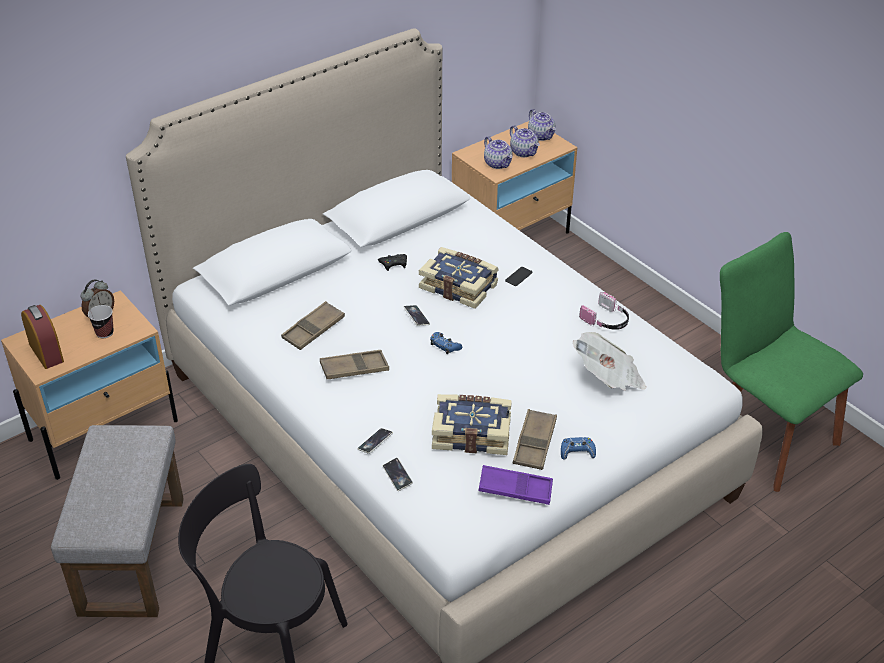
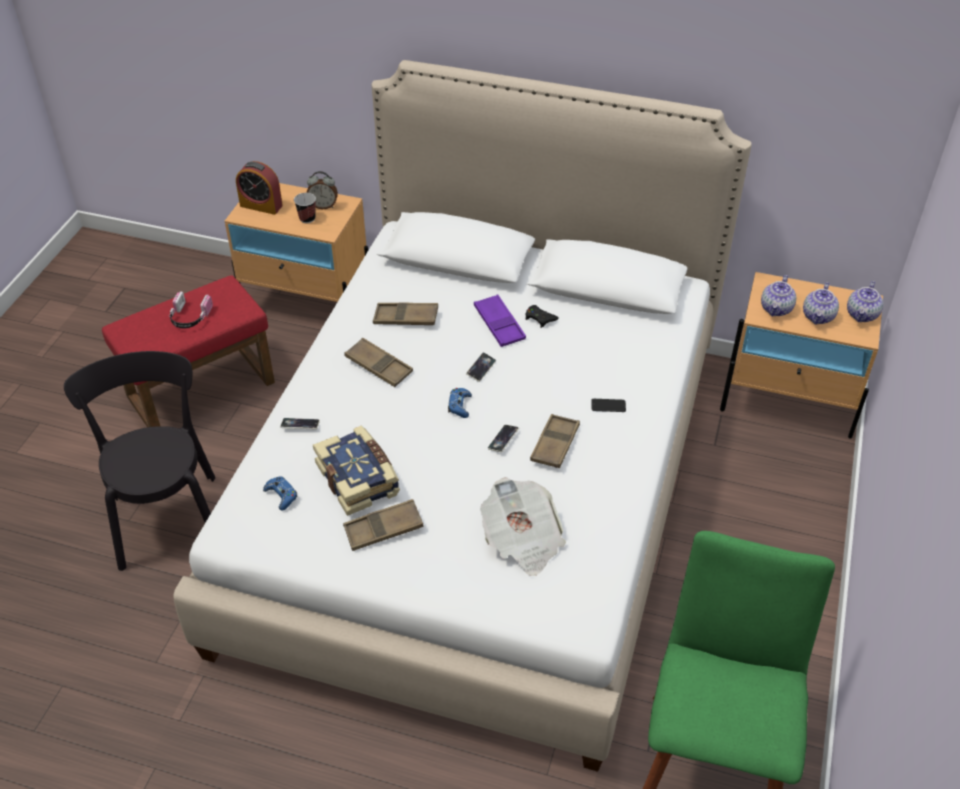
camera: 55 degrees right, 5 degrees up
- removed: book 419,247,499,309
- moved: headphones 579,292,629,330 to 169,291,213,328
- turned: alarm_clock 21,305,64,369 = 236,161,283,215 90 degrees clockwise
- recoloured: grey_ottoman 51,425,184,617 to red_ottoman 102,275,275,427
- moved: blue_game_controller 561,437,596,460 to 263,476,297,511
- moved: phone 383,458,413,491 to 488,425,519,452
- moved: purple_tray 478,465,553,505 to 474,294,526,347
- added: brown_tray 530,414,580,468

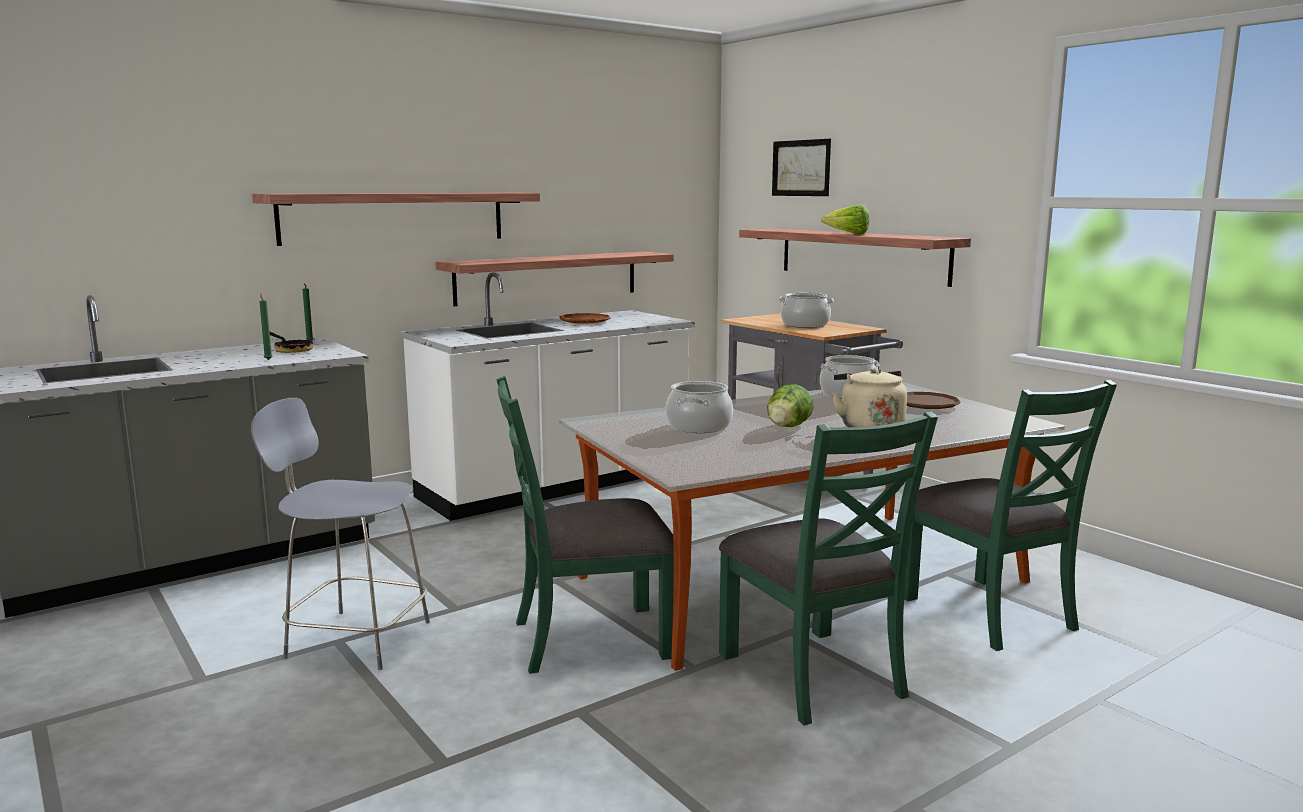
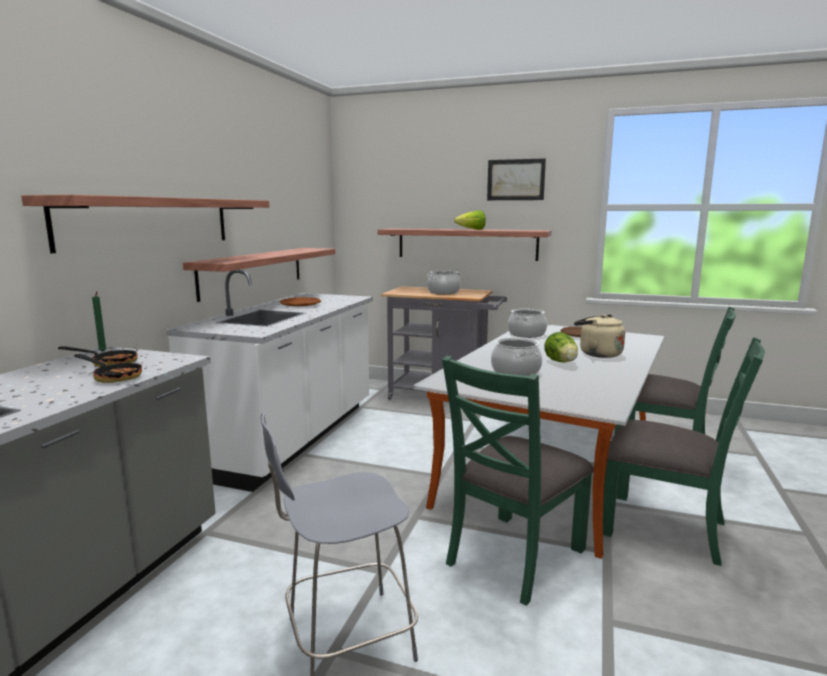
camera: 35 degrees left, 0 degrees up
- moved: picture 772,139,831,196 to 487,158,546,200
- replaced: green_candle 259,293,272,360 to frying_pan 74,354,143,383

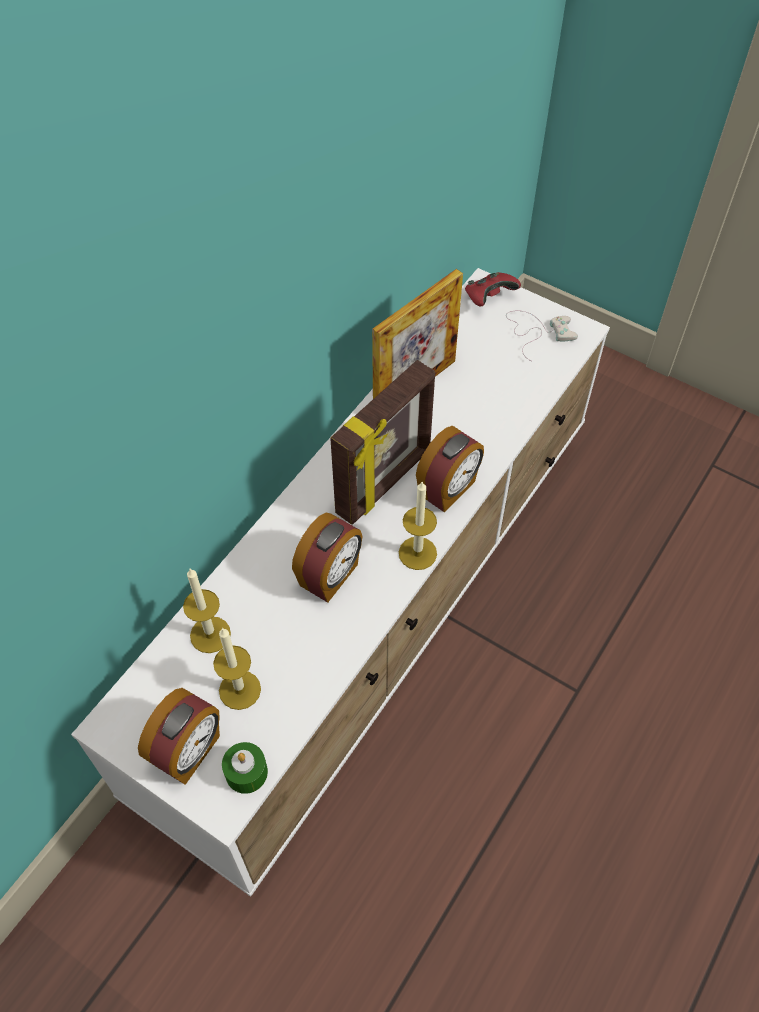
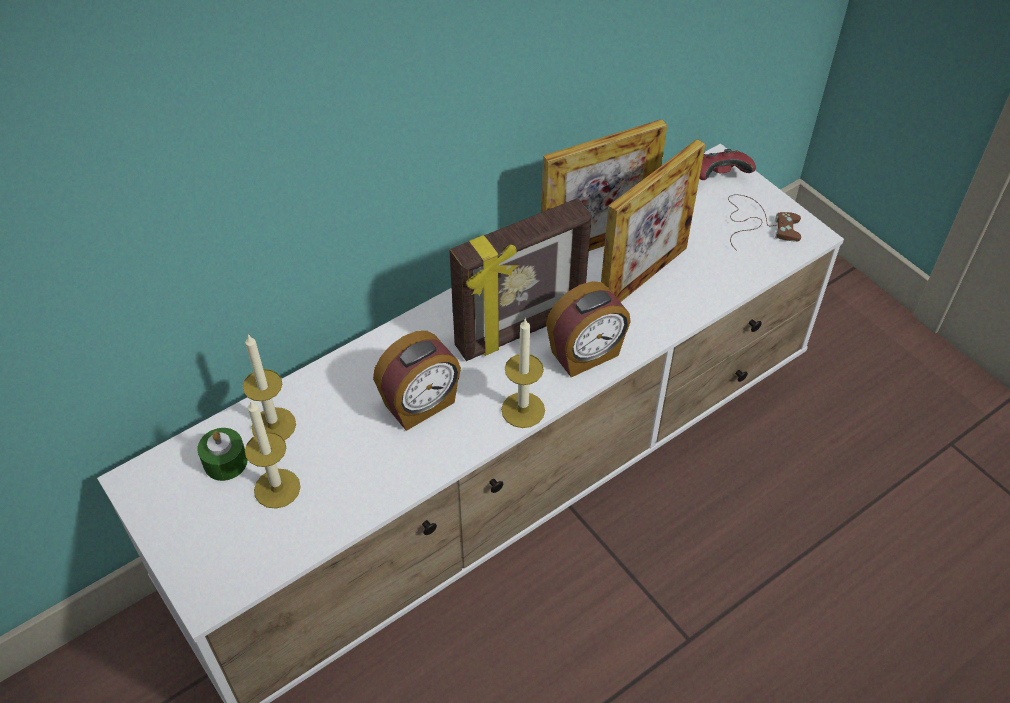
camera: 20 degrees right, 5 degrees down
- recoloured: white_game_controller 506,310,578,361 to brown_game_controller 728,195,801,251
- removed: alarm_clock 138,688,220,785
- moved: green_candle 222,742,268,794 to 197,428,248,481
- added: picture_frame 601,139,706,302

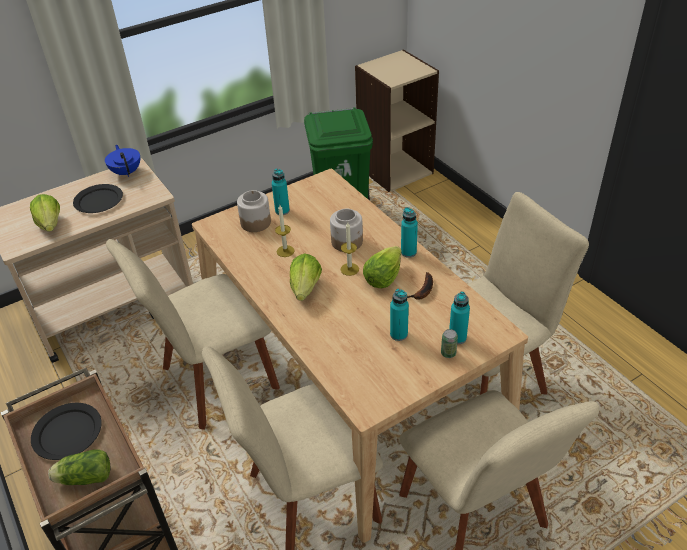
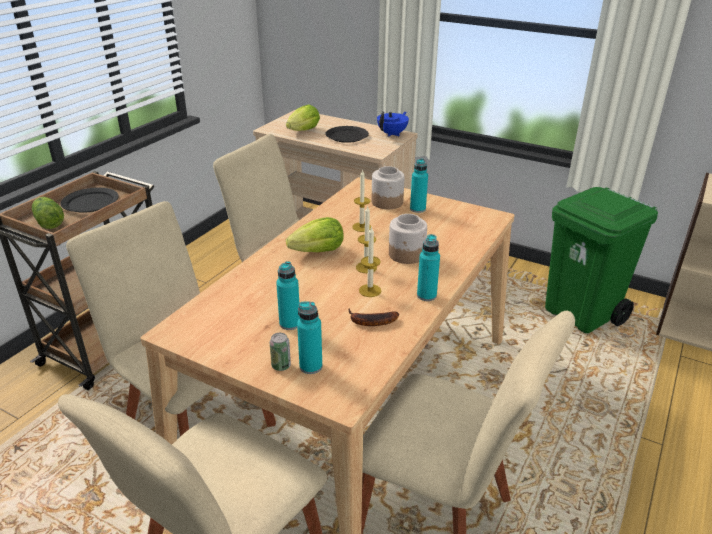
camera: 60 degrees right, 10 degrees down
- replaced: lettuce 363,246,402,288 to candle 359,226,381,297

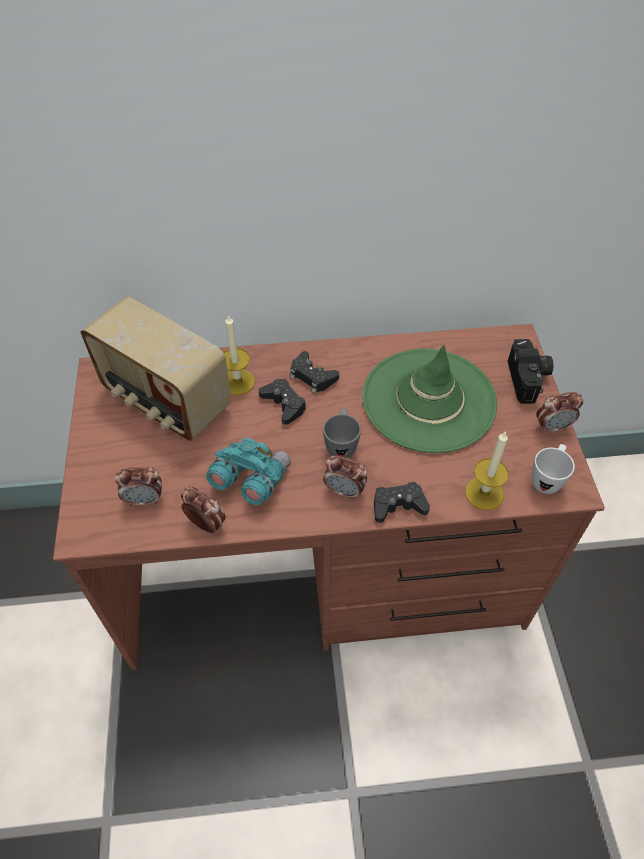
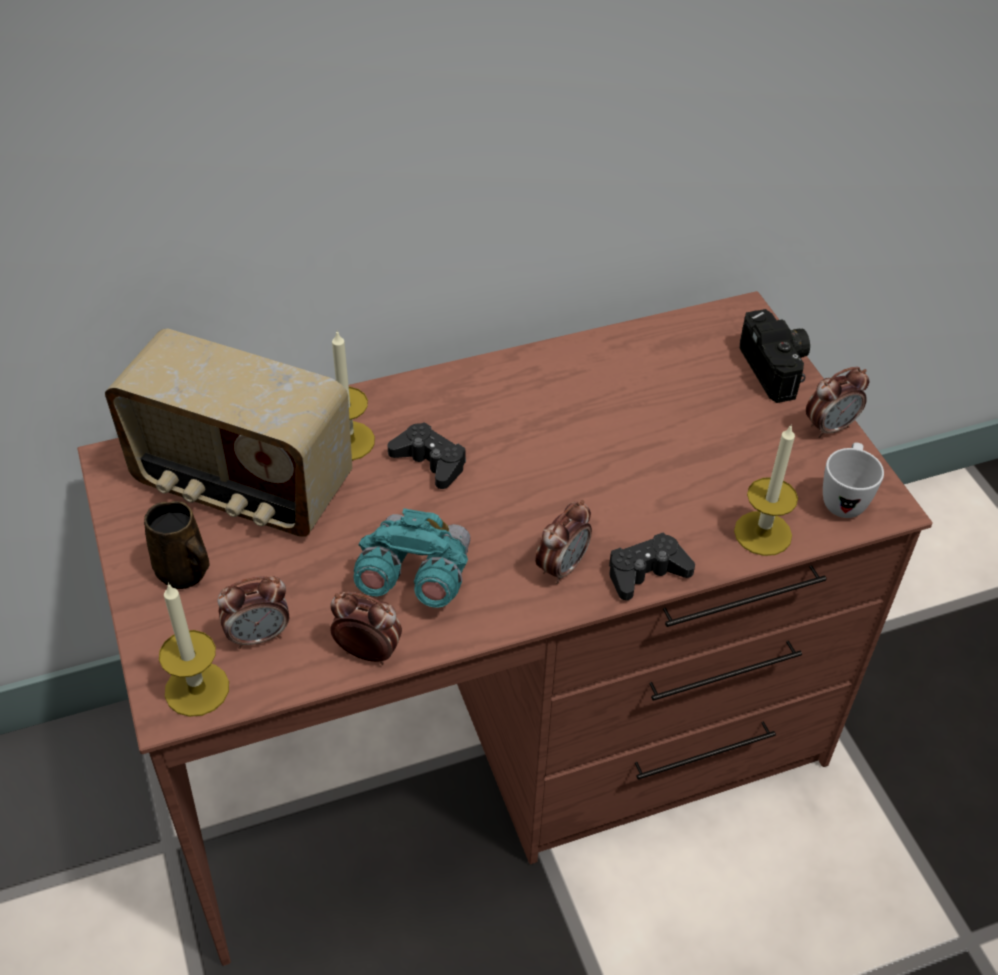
camera: 15 degrees left, 5 degrees down
- removed: green_hat 362,345,497,453
- removed: black_game_controller 291,351,339,394
- removed: grey_mug 323,408,361,458
- turned: alarm_clock 323,455,367,500 = 535,500,592,584 60 degrees counterclockwise
- added: brown_mug 144,501,210,589
- added: candle 159,582,229,717

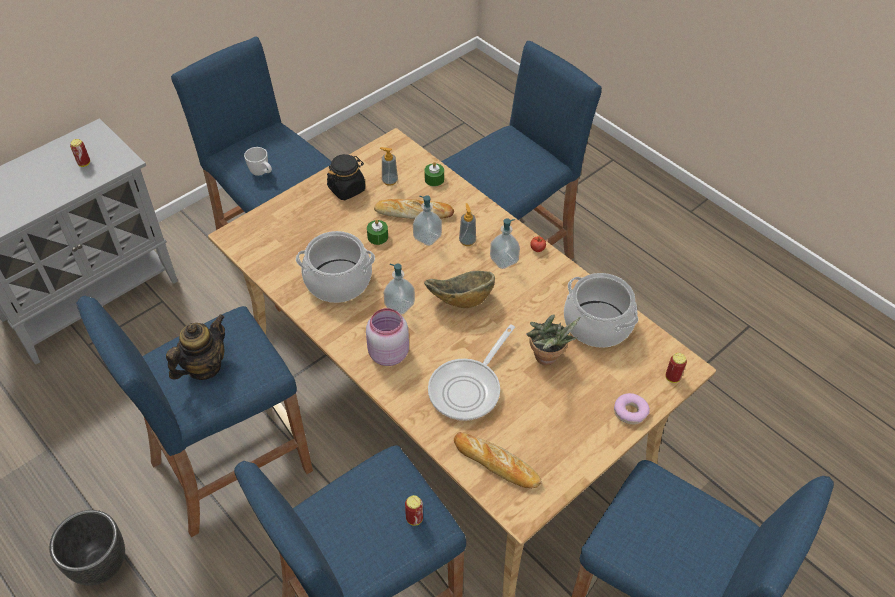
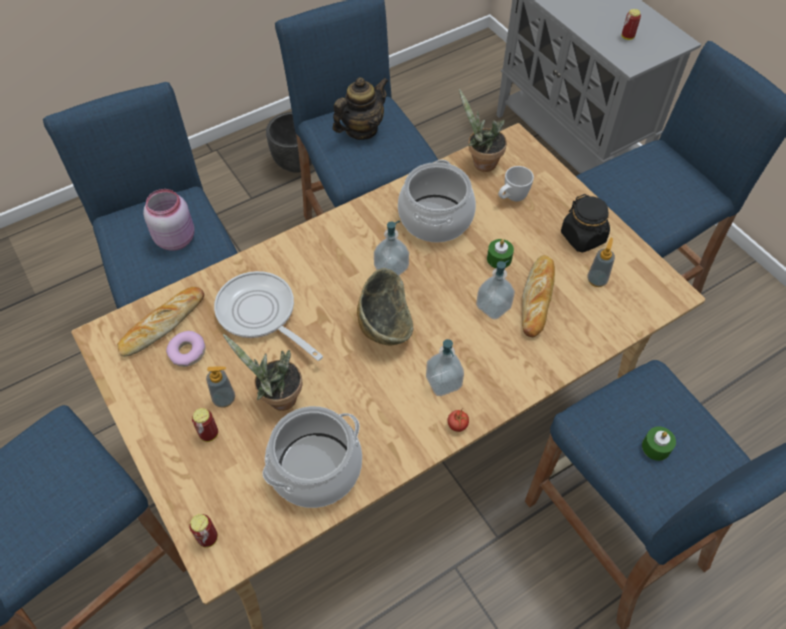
camera: 100 degrees right, 5 degrees up
- moved: white_mug 244,147,272,176 to 498,166,534,201
- moved: green_candle 424,162,444,186 to 642,427,676,461
- moved: soap_dispenser 459,203,476,246 to 206,366,235,408
- moved: pink_jar 366,308,409,366 to 143,189,194,251
- turned: teapot 166,314,225,380 = 333,77,388,140 90 degrees counterclockwise
- moved: donut 614,393,650,424 to 166,331,206,367
- moved: can 405,495,423,526 to 192,408,218,442
- added: potted_plant 459,89,507,172

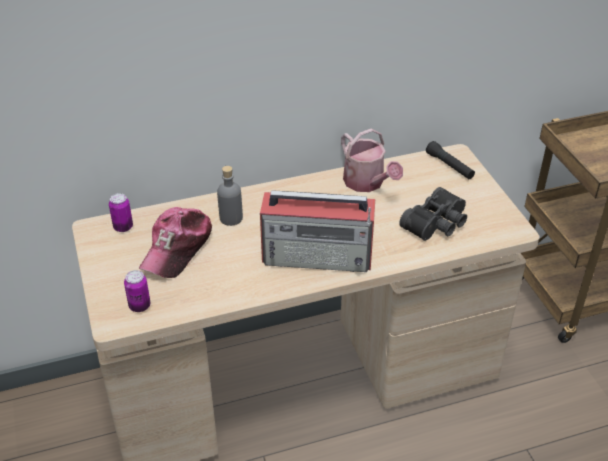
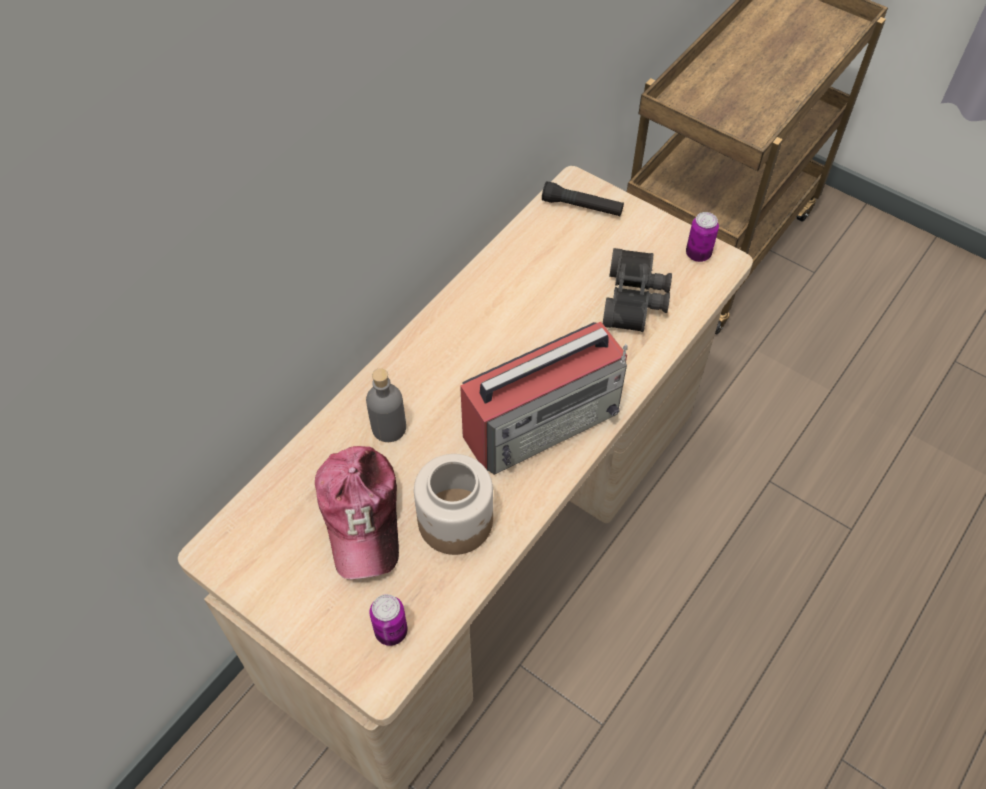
camera: 35 degrees left, 15 degrees up
- removed: watering_can 341,129,403,192
- moved: can 109,193,133,232 to 686,212,719,262
- added: jar 414,454,493,555

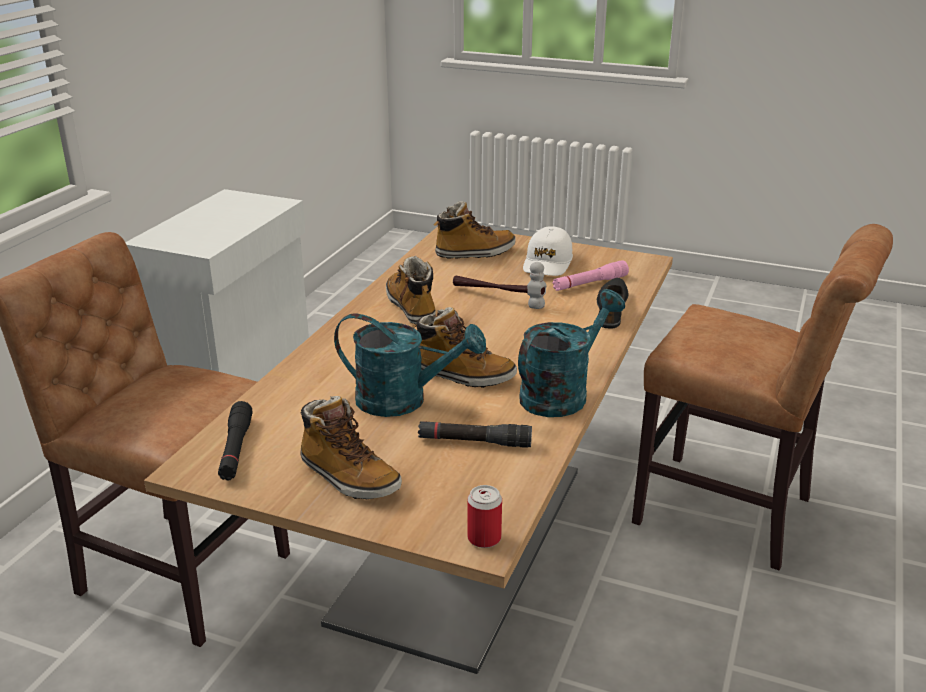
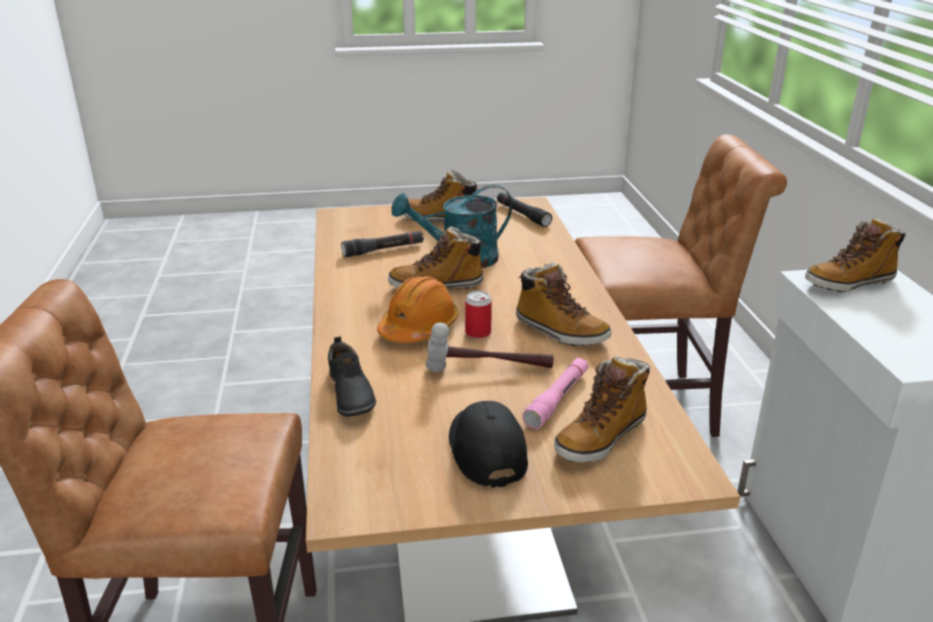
camera: 150 degrees right, 0 degrees up
- recoloured: white_cap 523,226,573,276 to black_cap 449,401,528,488
- moved: pink_flashlight 552,261,629,291 to 522,358,588,429
- removed: turquoise_watering_can 518,289,625,417
- moved: can 467,485,502,548 to 465,291,492,339
- added: boot 805,217,906,292
- added: orange_hard_hat 377,276,458,343

